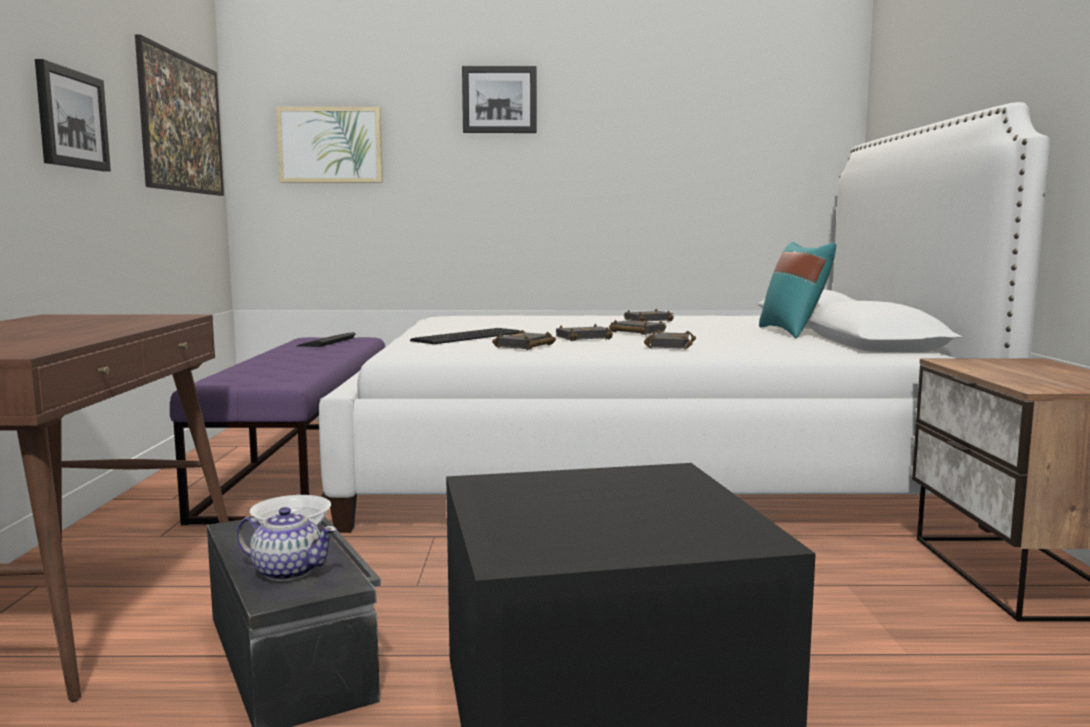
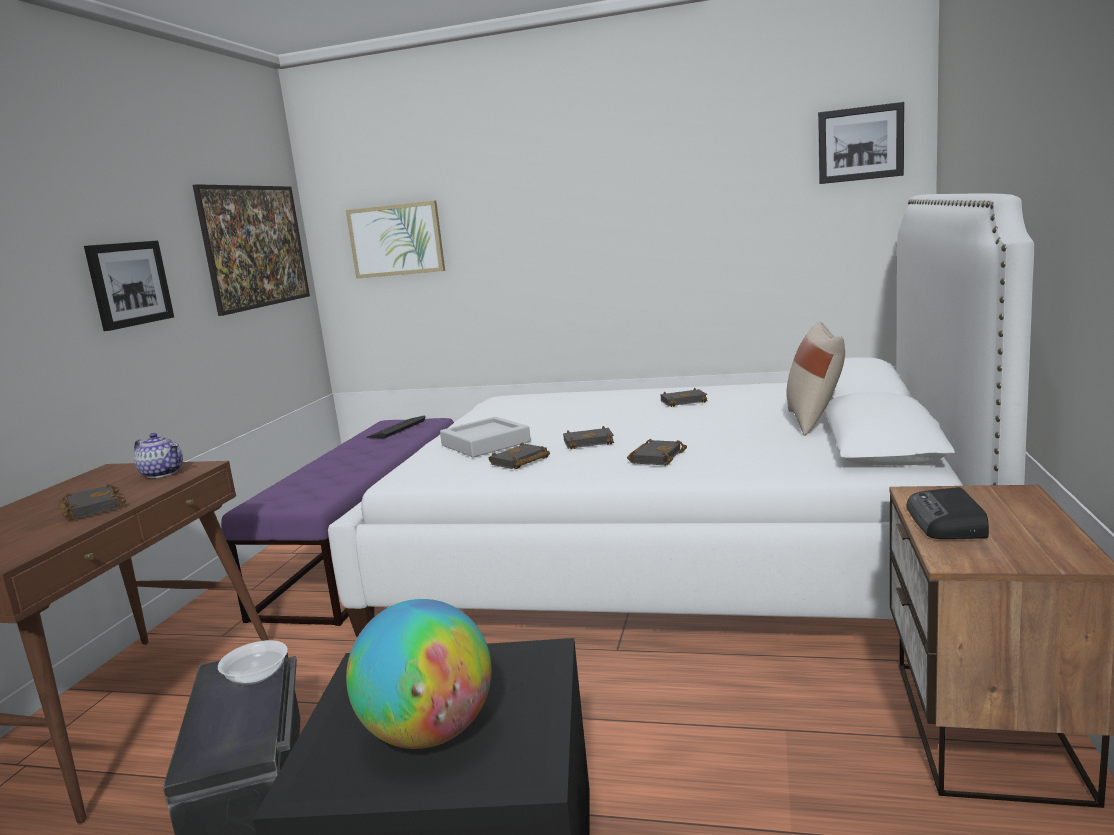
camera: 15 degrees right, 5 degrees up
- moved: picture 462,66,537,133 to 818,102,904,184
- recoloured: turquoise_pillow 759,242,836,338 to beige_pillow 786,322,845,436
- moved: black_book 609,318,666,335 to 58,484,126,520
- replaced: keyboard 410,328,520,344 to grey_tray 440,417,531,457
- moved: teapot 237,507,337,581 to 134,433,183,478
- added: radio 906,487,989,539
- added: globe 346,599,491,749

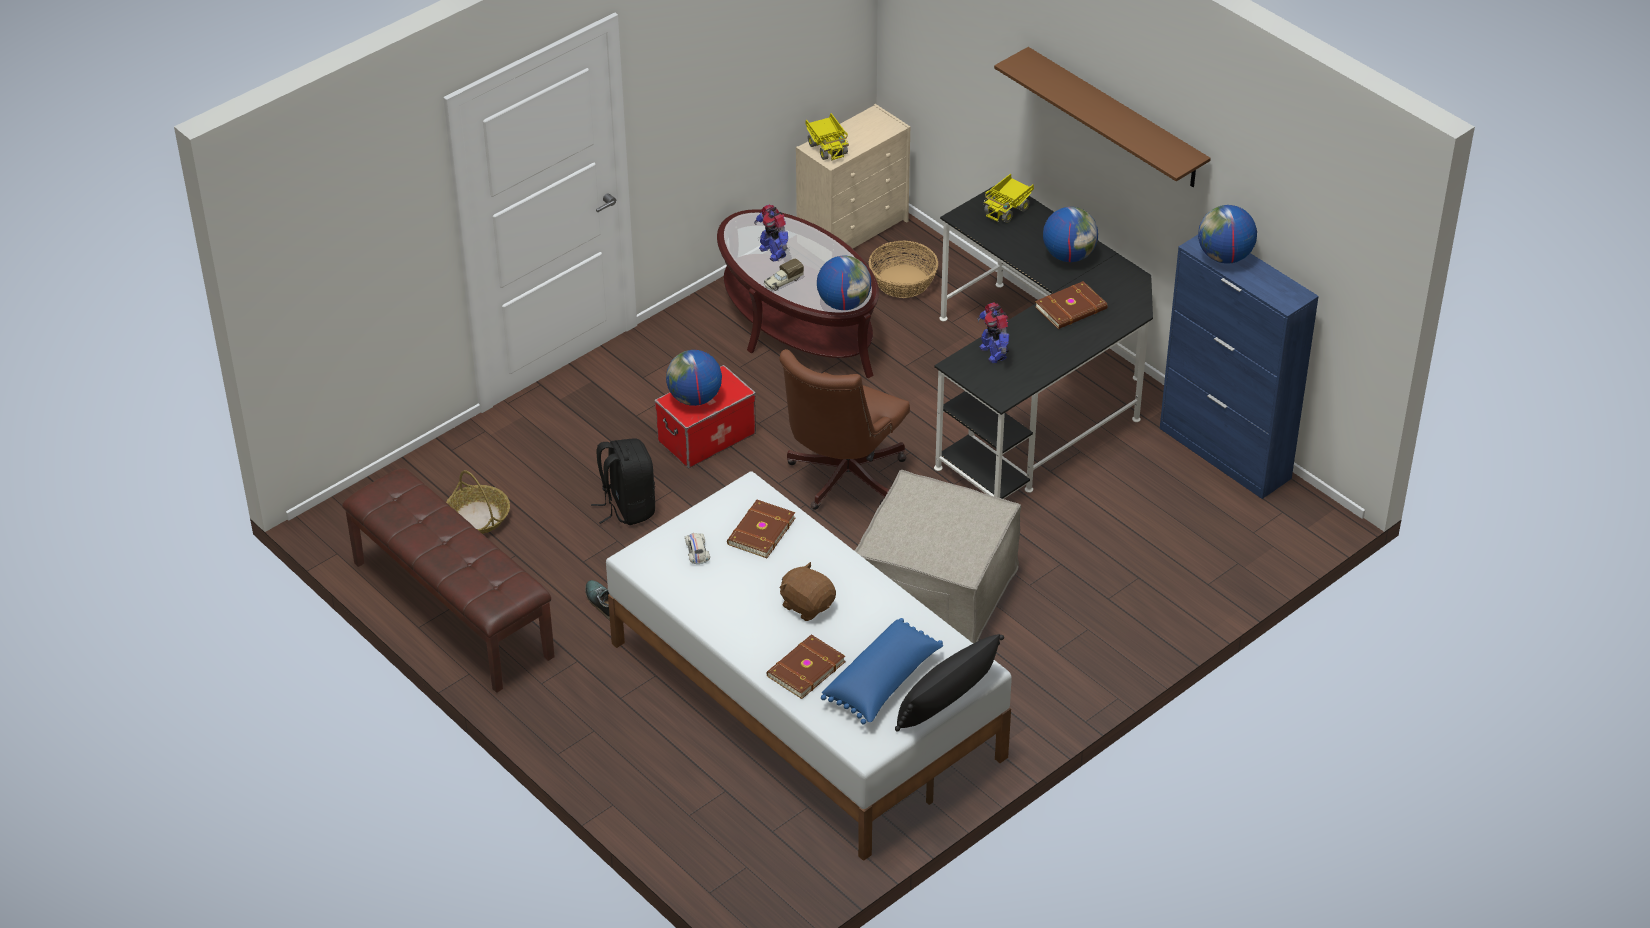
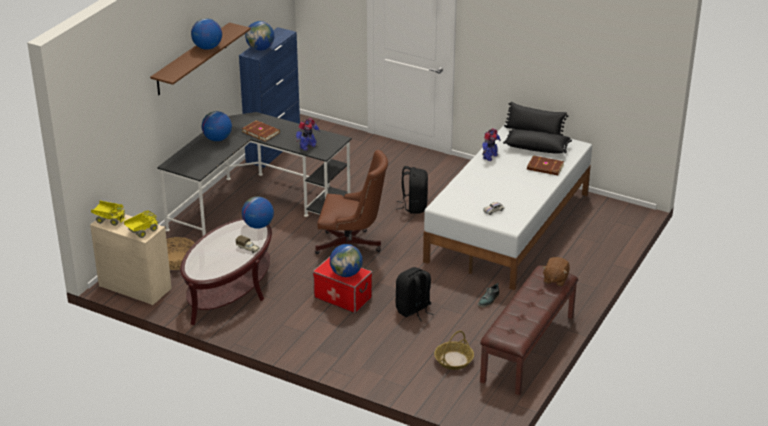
camera: 110 degrees left, 10 degrees down
- moved: toy_truck 984,174,1034,223 to 91,201,126,226
- moved: toy_robot 754,204,788,262 to 482,128,501,161
- replaced: beige_ottoman 854,470,1021,643 to black_backpack 397,166,428,214
- removed: brown_book 727,500,796,558
- moved: brown_plush_toy 780,562,836,621 to 543,257,570,286
- recoloured: blue_pillow 821,618,944,725 to black_pillow 503,129,572,154
- added: globe 191,18,222,50

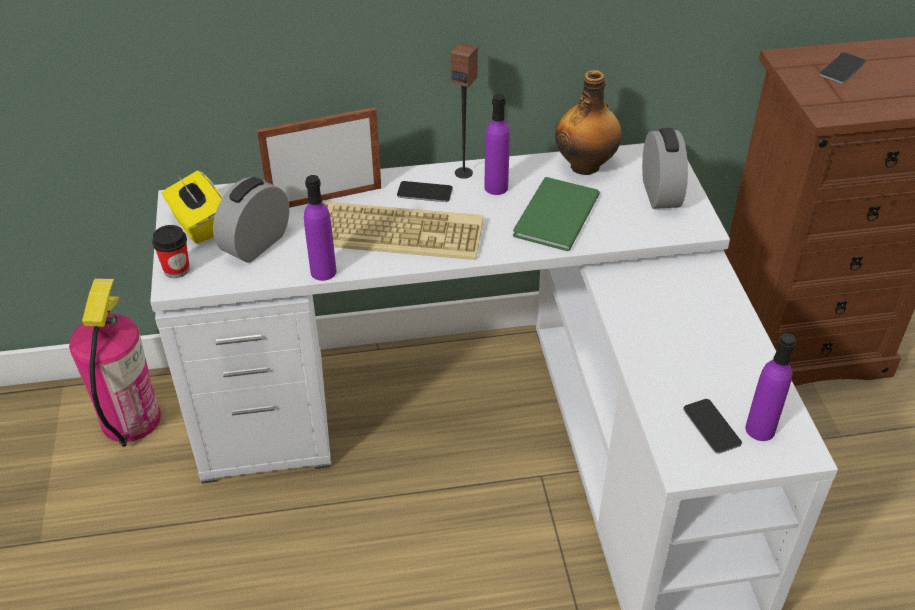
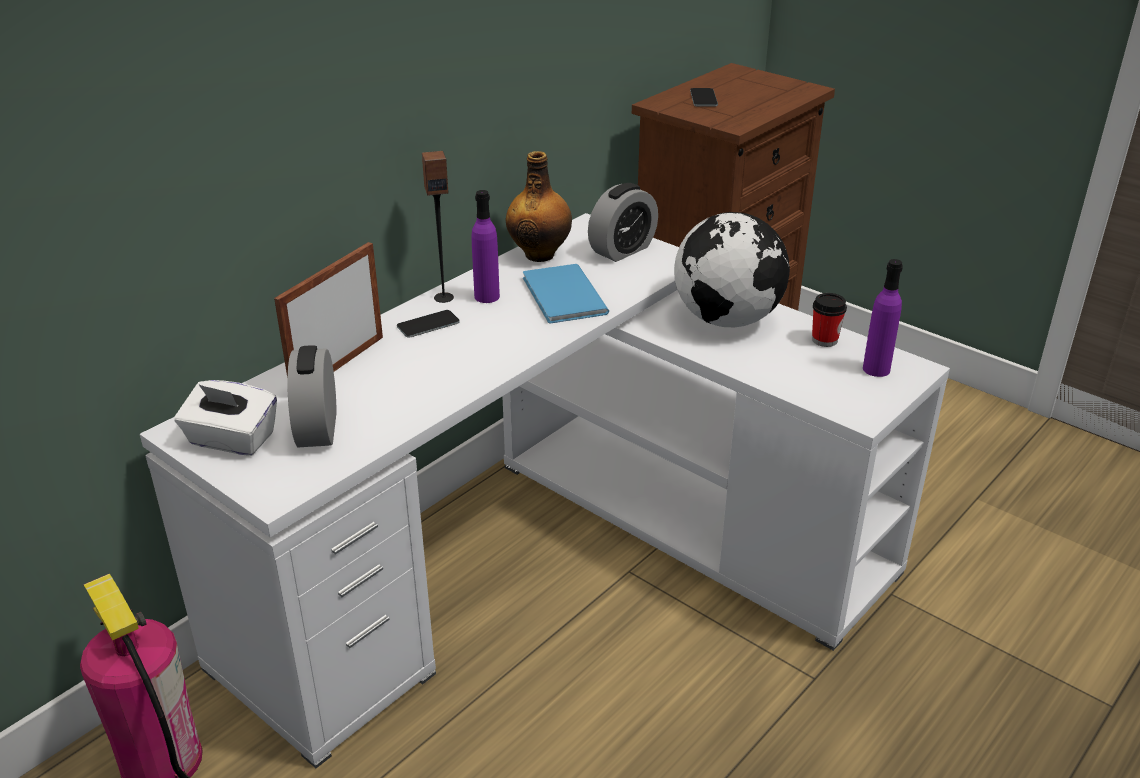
camera: 40 degrees left, 10 degrees down
- turned: alarm_clock 642,128,688,209 = 588,183,658,262 90 degrees clockwise
- recoloured: yellow_tissue_box 162,171,222,244 to white_tissue_box 174,380,277,456
- removed: purple_bottle 304,175,337,281
- recoloured: green_book 513,177,600,251 to blue_book 523,264,609,324
- removed: keyboard 322,201,483,260
- moved: cup 152,225,190,278 to 812,293,847,347
- removed: phone 683,399,742,454
- added: globe 674,212,790,327

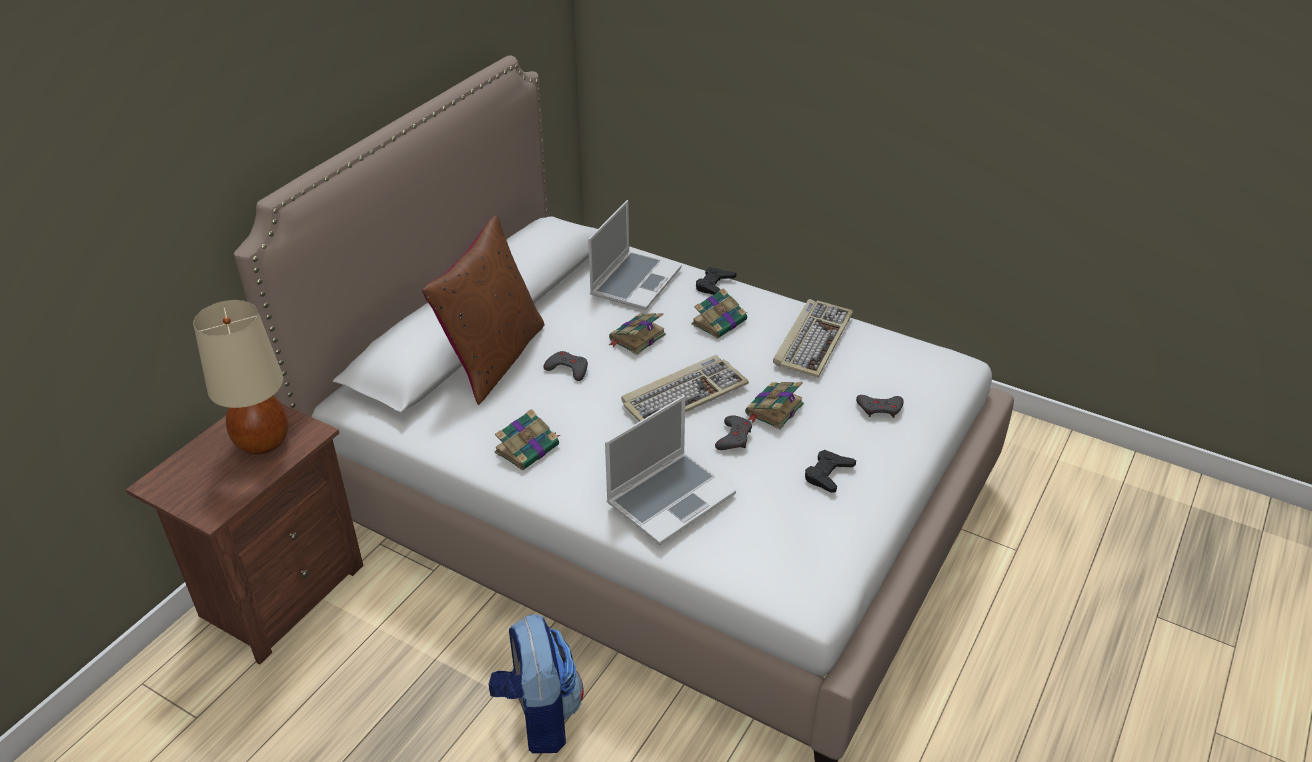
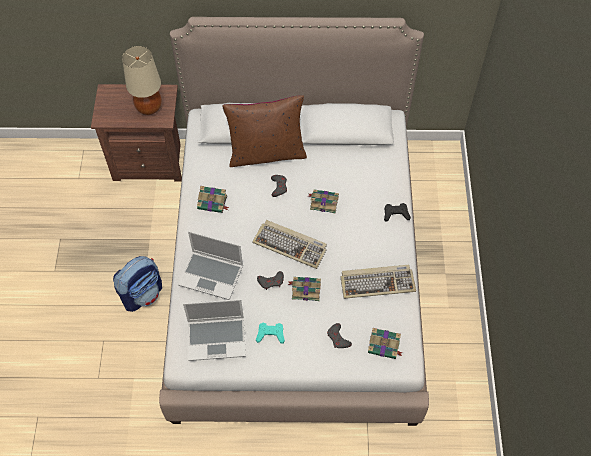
camera: 60 degrees right, 20 degrees up
- moved: laptop 588,200,681,310 to 183,299,246,361
- moved: book 691,288,747,339 to 368,328,403,359
- recoloured: black_game_controller 805,450,856,492 to turquoise_game_controller 256,323,285,344

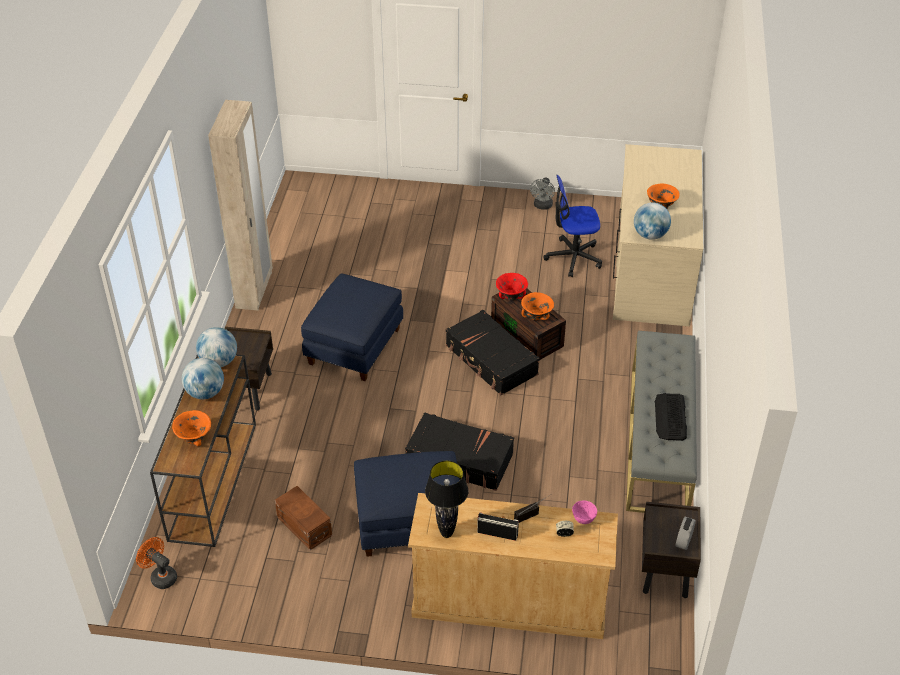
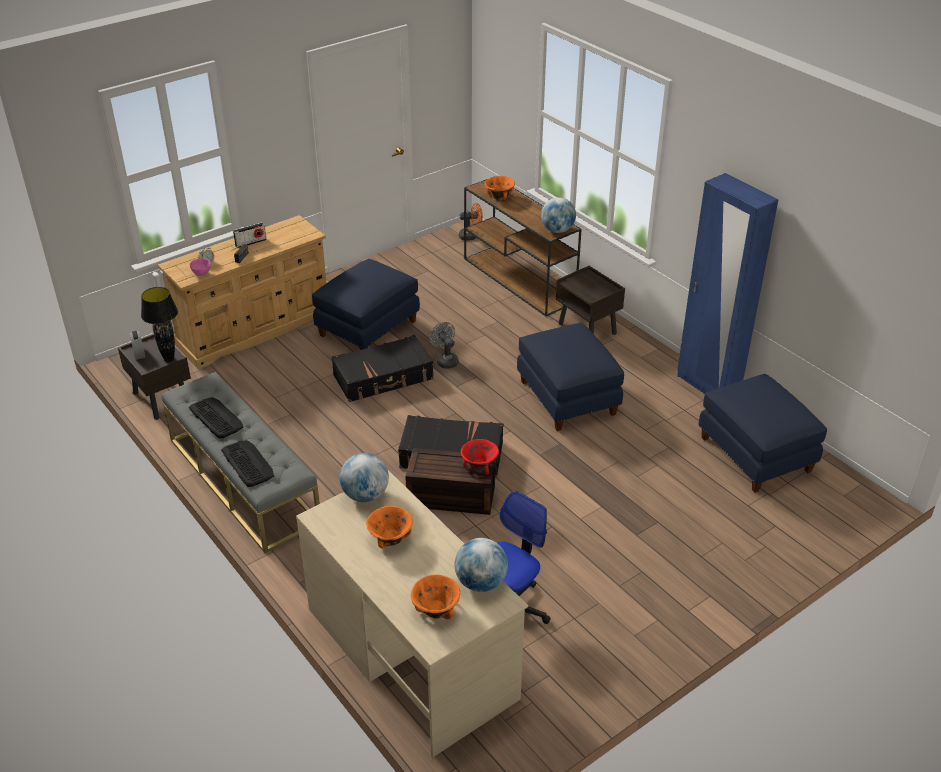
camera: 135 degrees right, 5 degrees down
- recoloured: beige_wardrobe 208,100,273,310 to blue_wardrobe 677,173,778,394
- moved: grey_fan 530,177,555,210 to 429,322,459,369
- moved: orange_bowl 521,292,554,320 to 411,575,460,619
- moved: globe 182,358,224,399 to 455,538,508,592
- moved: black_table_lamp 425,461,469,538 to 141,287,178,362
- removed: brown_storage_box 275,486,332,550
- added: blue_ottoman 699,374,827,493
- added: keyboard 221,440,274,487

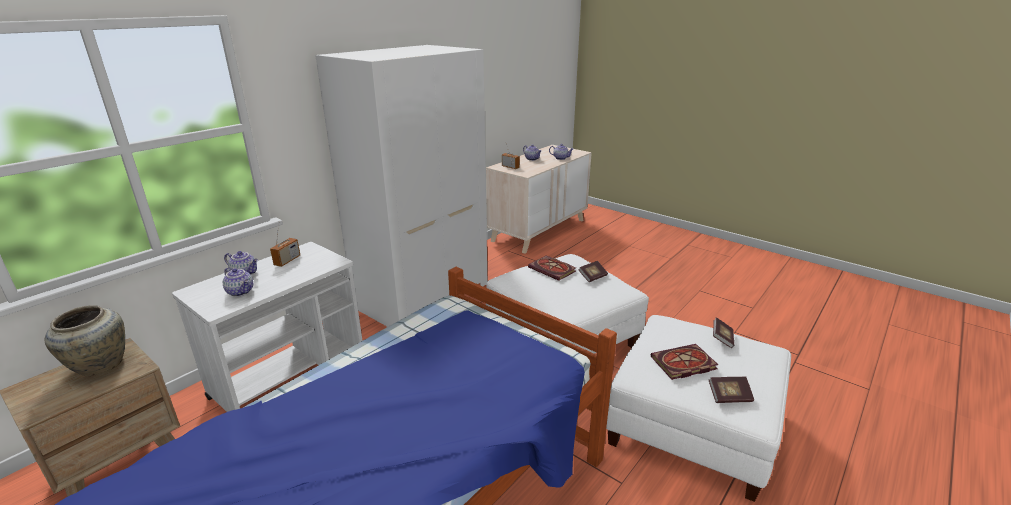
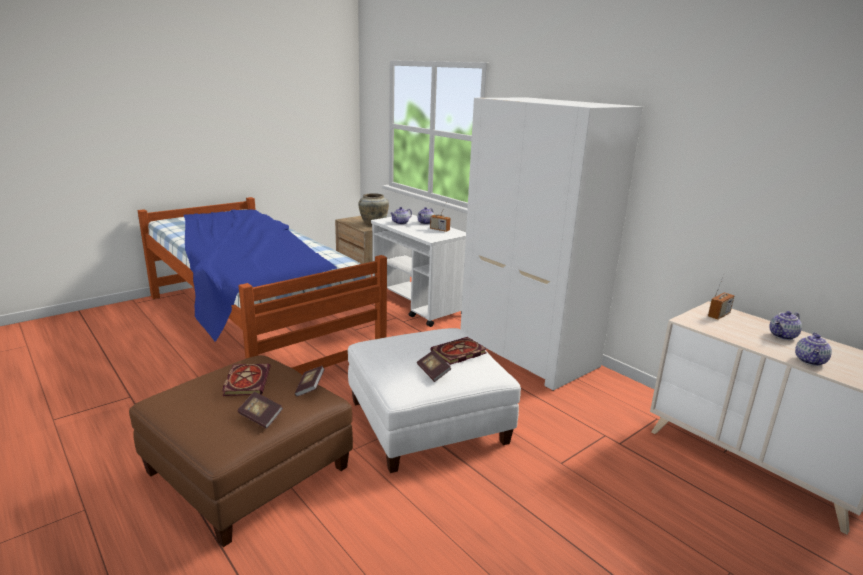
camera: 100 degrees right, 5 degrees down
- recoloured: white_ottoman 606,315,791,502 to brown_ottoman 129,355,353,547
- moved: book 709,377,754,403 to 295,366,325,397

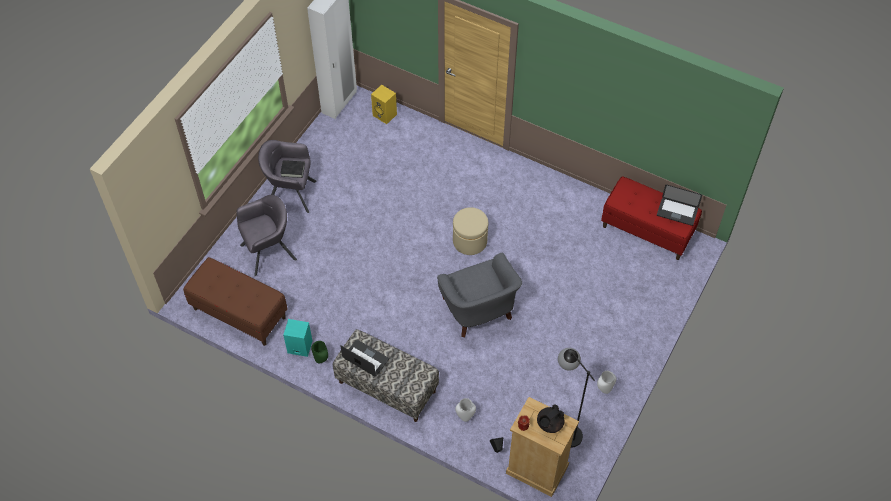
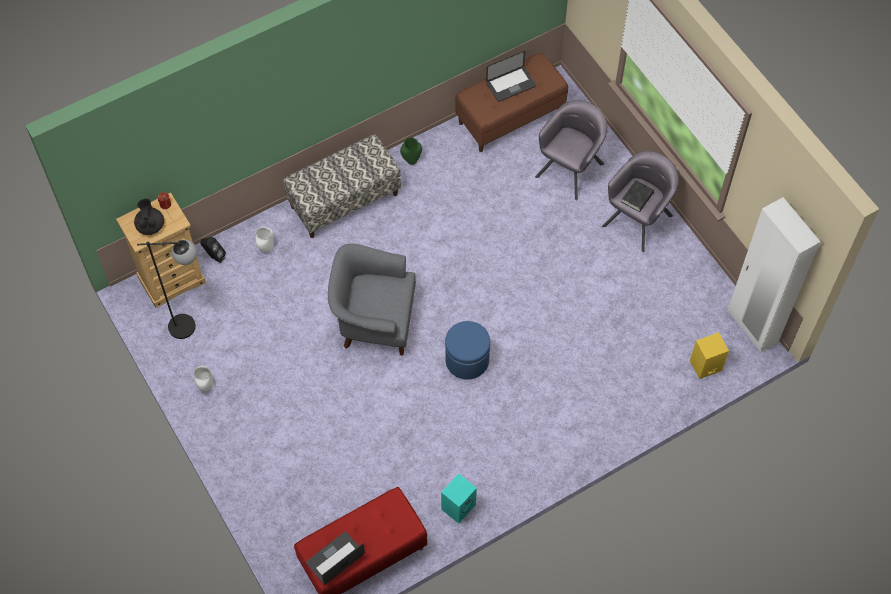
camera: 120 degrees right, 5 degrees up
- turned: grey_armchair 236,195,297,276 = 535,100,607,200 150 degrees counterclockwise
- recoloured: beige_ottoman 453,207,488,255 to blue_ottoman 445,321,490,380
- moved: turquoise_speaker 283,319,312,357 to 441,474,477,524
- moved: laptop 340,340,389,377 to 486,51,536,102

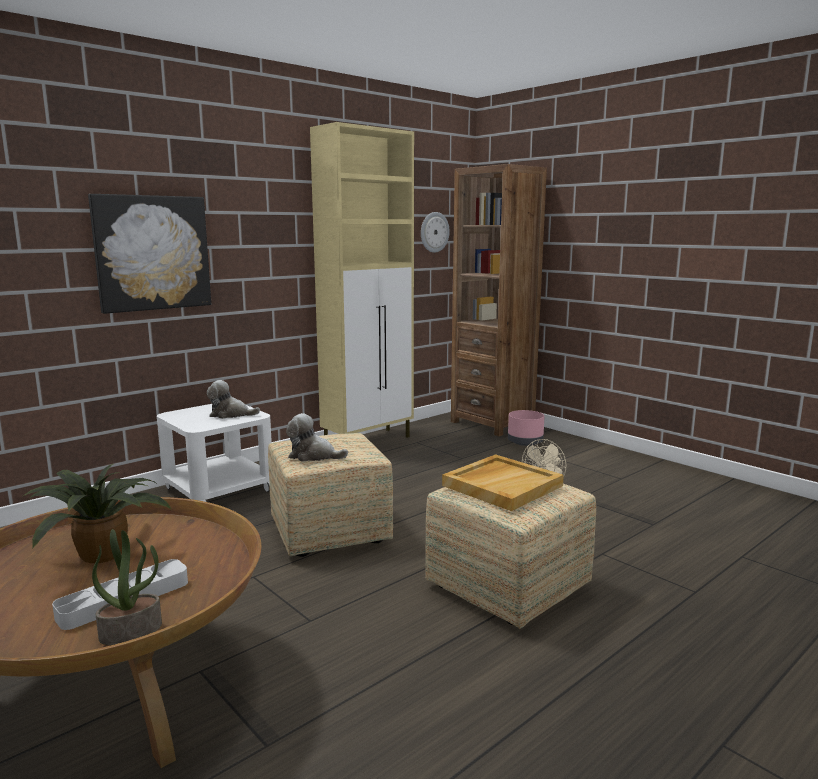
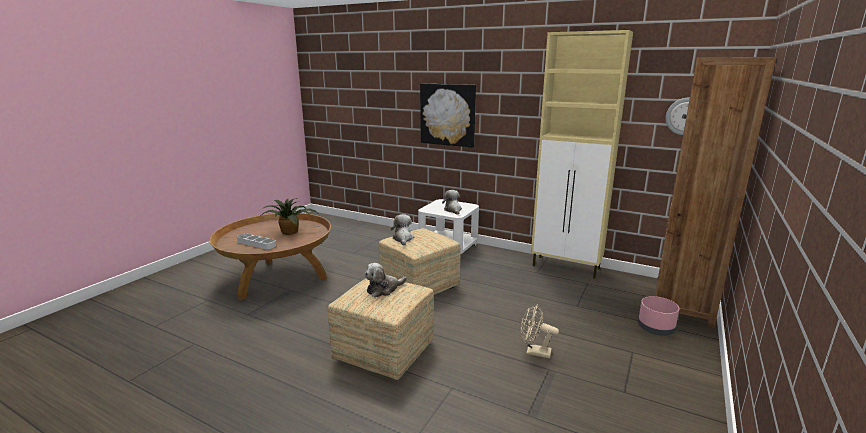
camera: 70 degrees right, 5 degrees up
- replaced: beige_tray 442,454,564,511 to plush_toy 365,263,407,297
- removed: potted_plant 92,529,162,645

